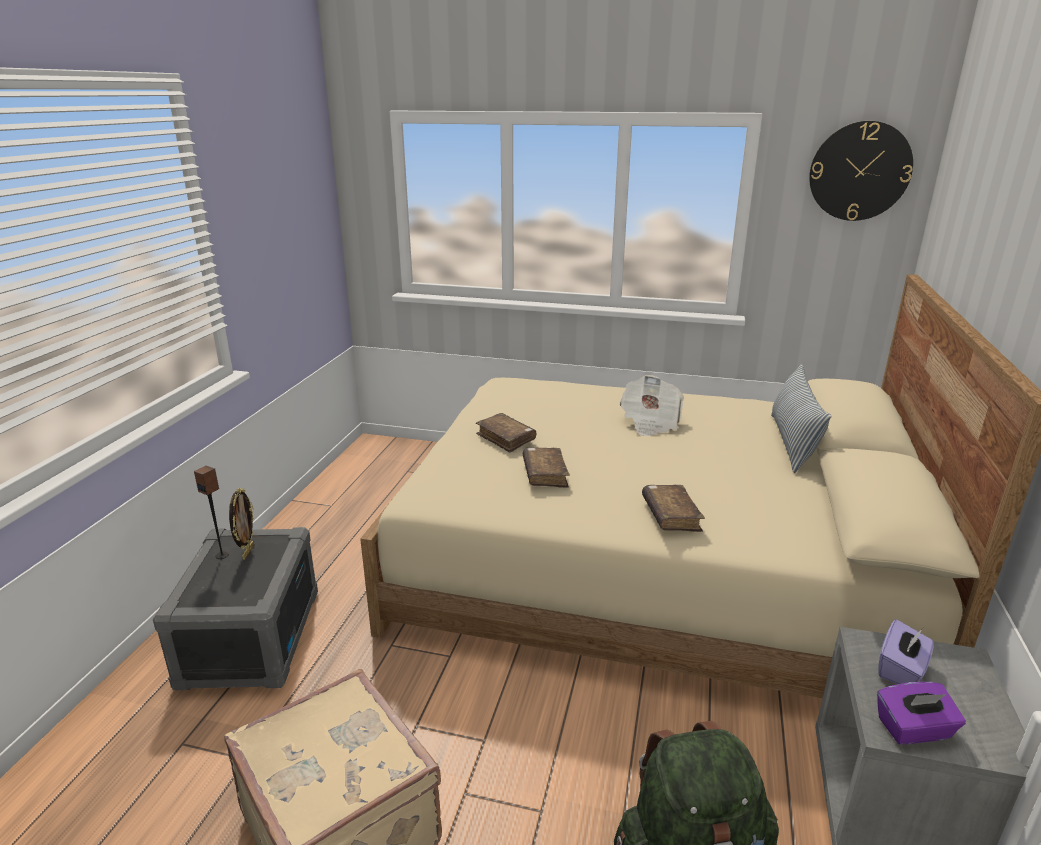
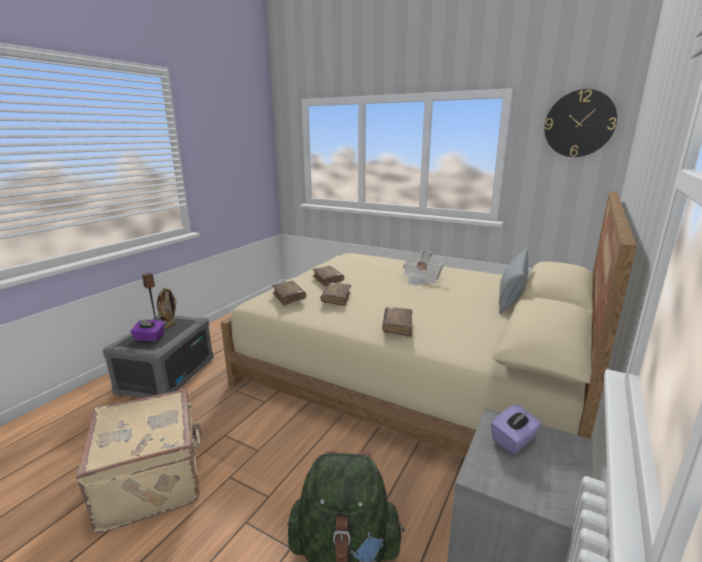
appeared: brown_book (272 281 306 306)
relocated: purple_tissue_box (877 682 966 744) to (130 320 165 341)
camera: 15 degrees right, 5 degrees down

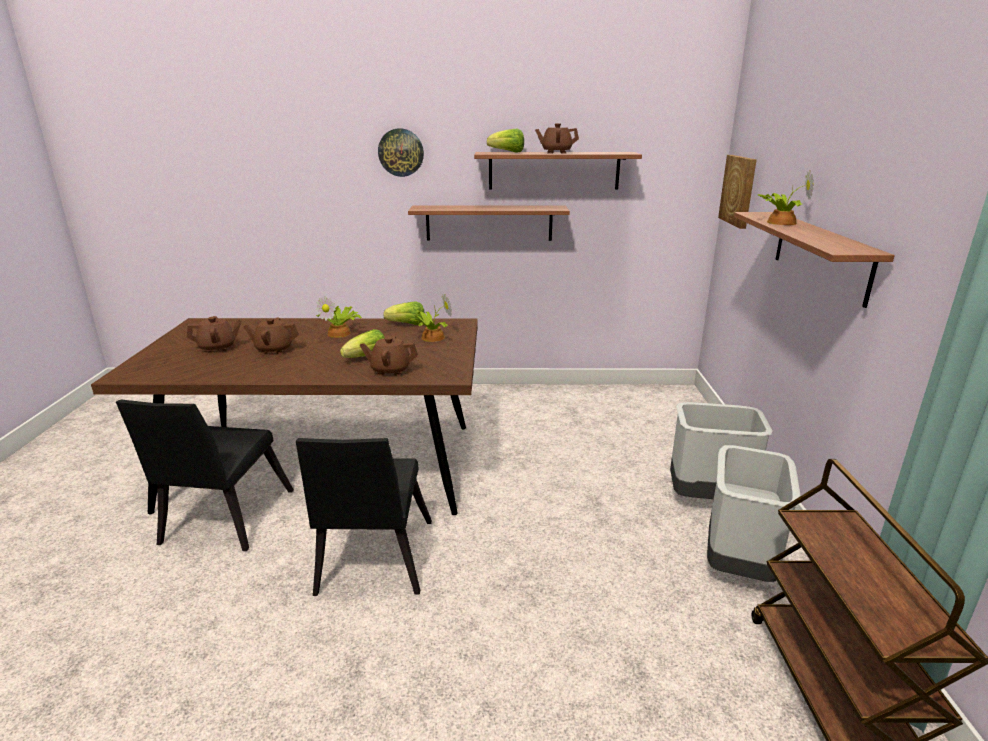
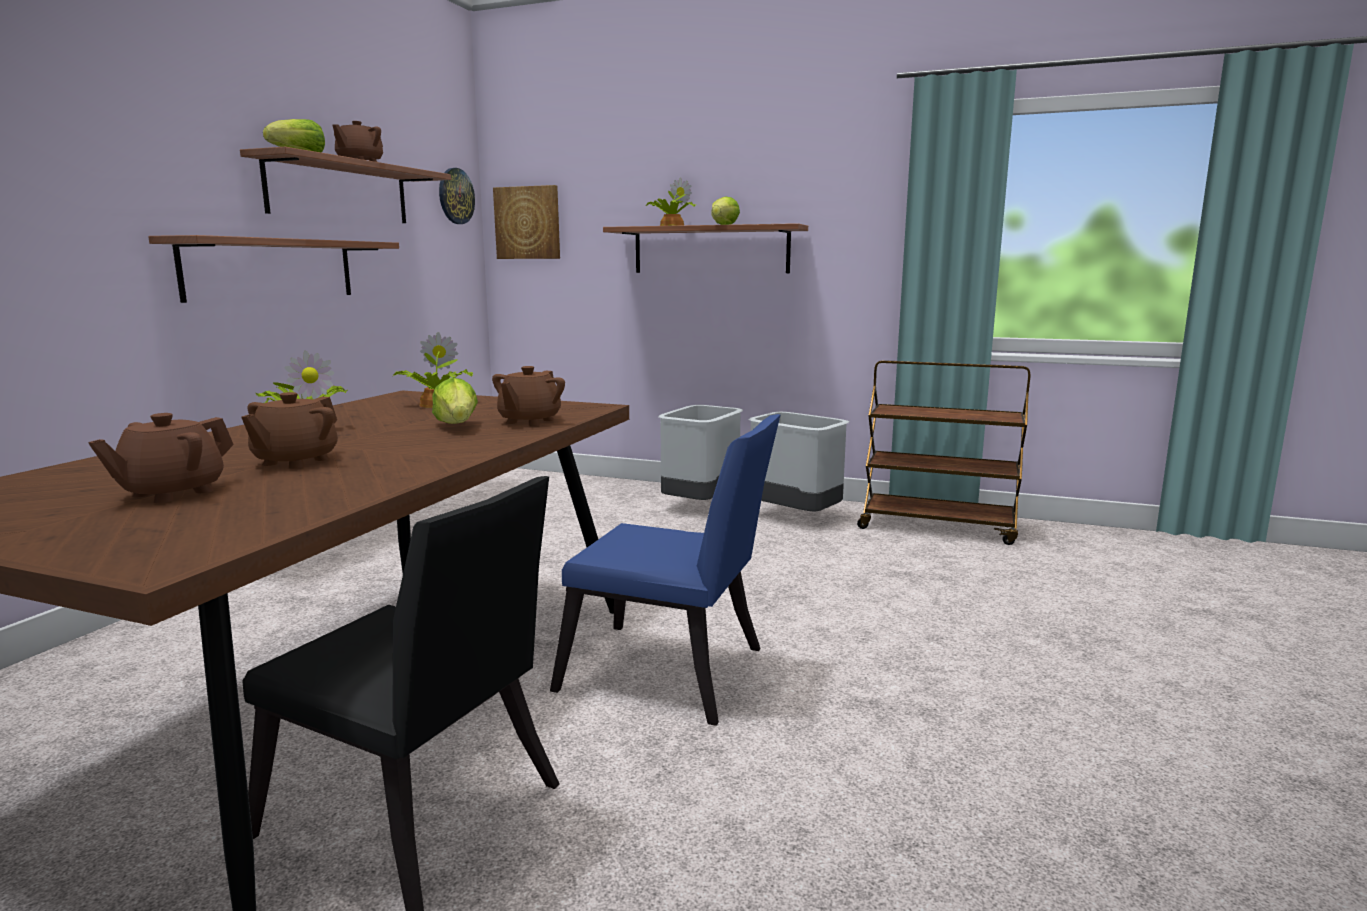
relocated: wall_clock (378 128 424 177) to (439 168 475 224); lettuce (383 301 424 325) to (711 197 740 225)
colour: black_chair (296 438 432 596) to blue_chair (550 414 781 726)
spun: brown_teapot (187 316 241 353) = (88 413 234 503) 150 degrees counterclockwise
camera: 70 degrees left, 10 degrees down

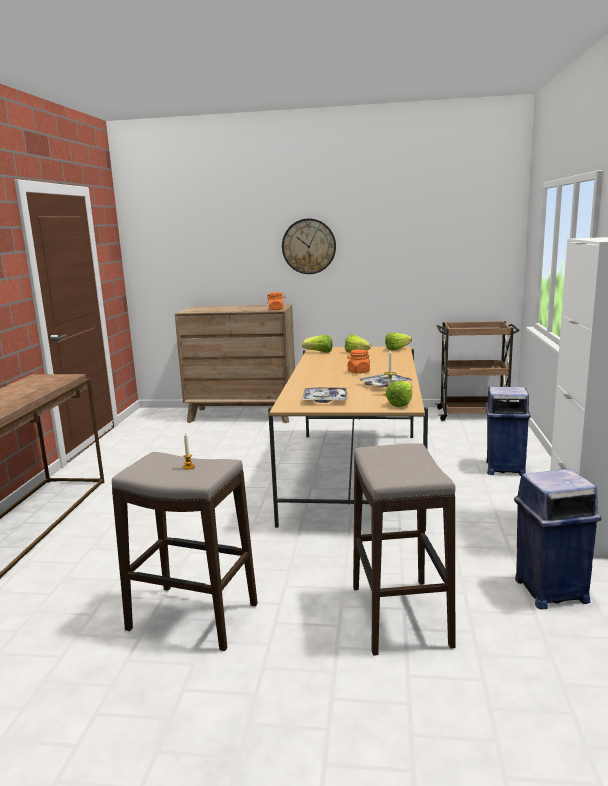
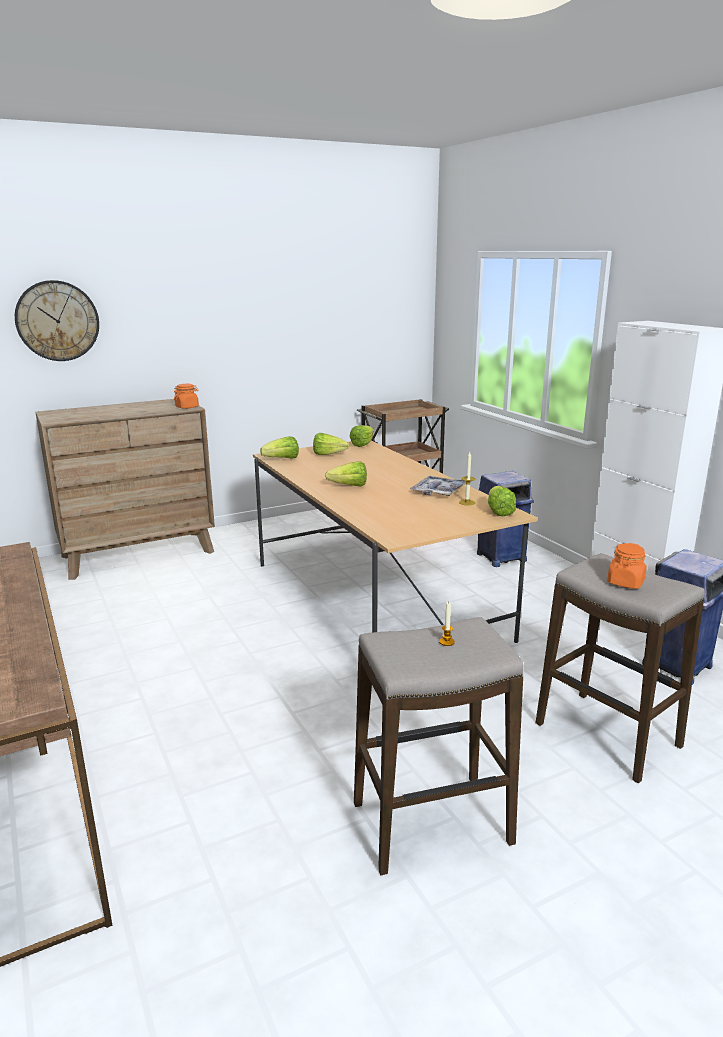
missing: tray (302 387 348 403)
appeared: lettuce (325 461 367 487)
relocated: wall_clock (282 218 336 274) to (15 280 99 361); orange_jar (347 349 370 374) to (607 543 647 589)
camera: 35 degrees left, 5 degrees up

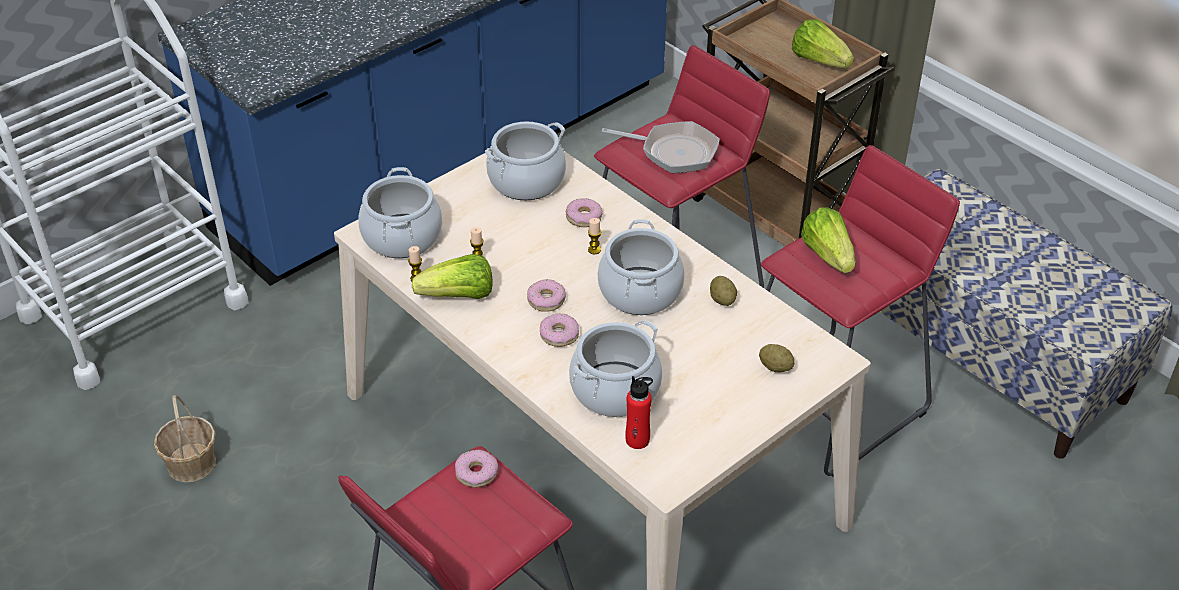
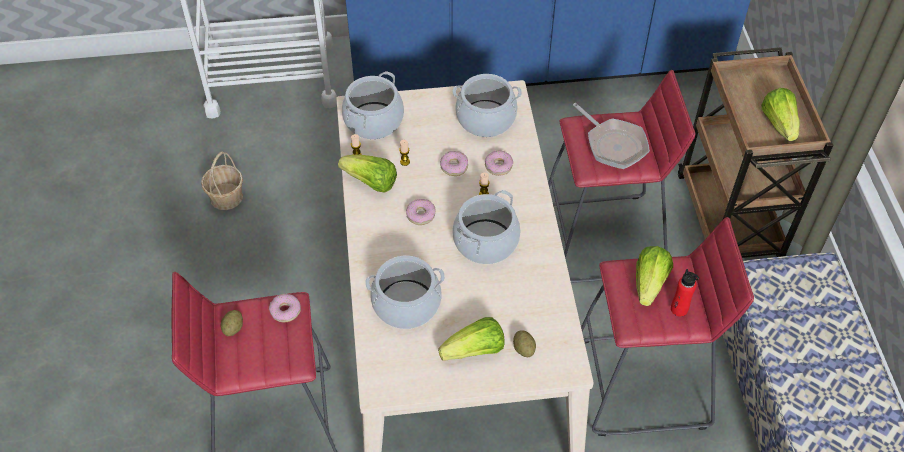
appeared: lettuce (438 317 505 361)
relocated: donut (540 313 579 347) to (440 151 468 176); red_bottle (625 376 653 449) to (671 269 699 317); potato (710 276 737 306) to (221 310 243 336)
camera: 35 degrees right, 10 degrees up

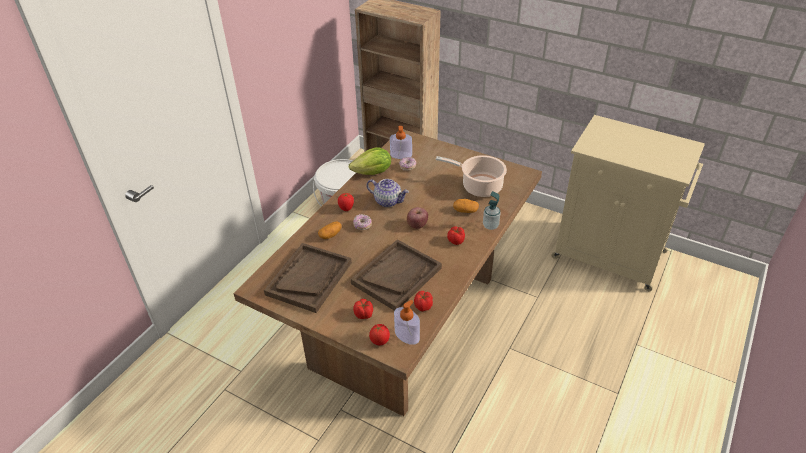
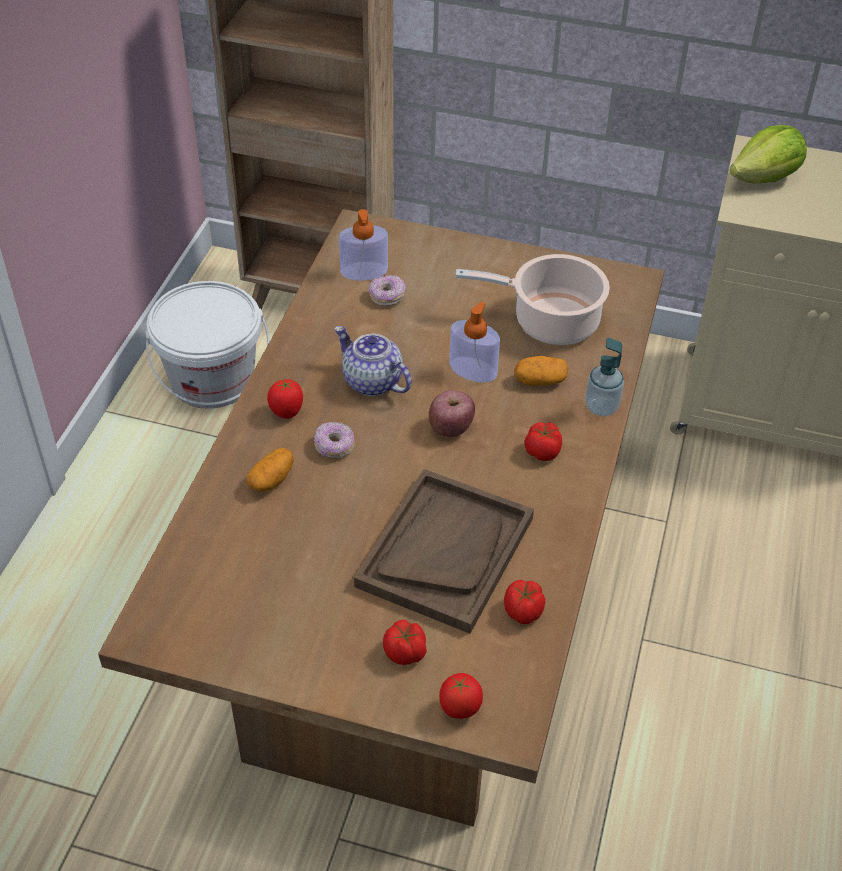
missing: brown_tray (264 243 352 313)
relocated: lettuce (349 148 391 175) to (730 125 807 184); soap_dispenser (394 300 420 345) to (449 302 500 383)
spun: teapot (366 179 409 207) = (335 326 412 396) 150 degrees counterclockwise
camera: 15 degrees left, 5 degrees up

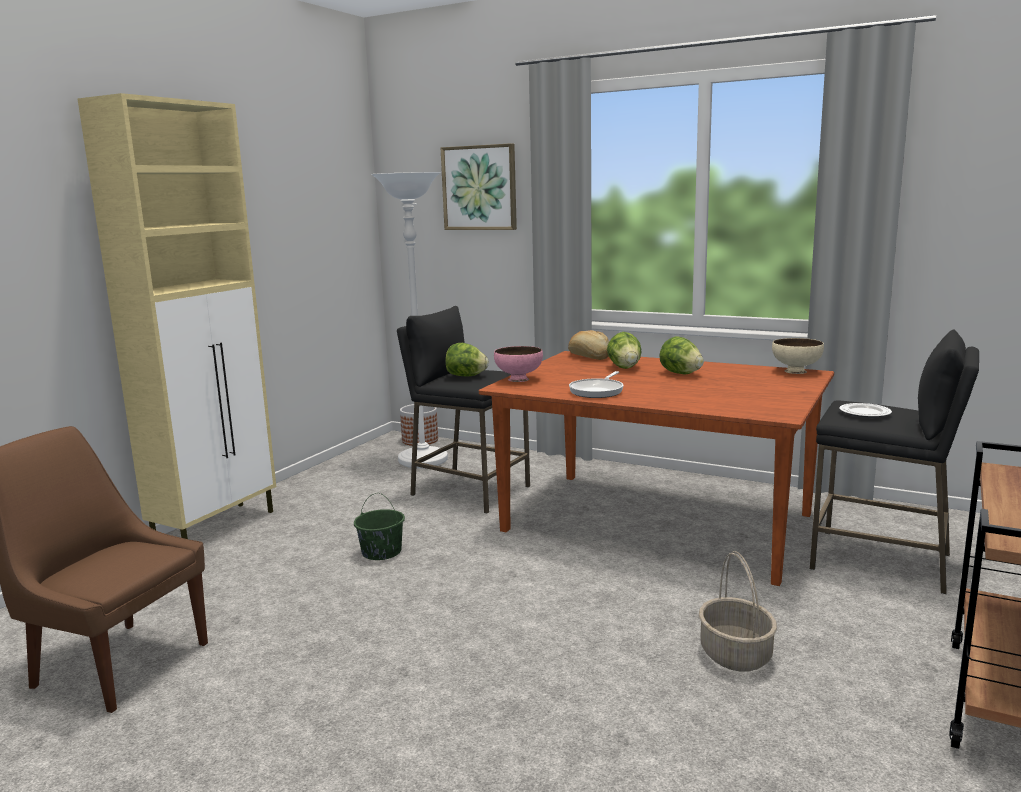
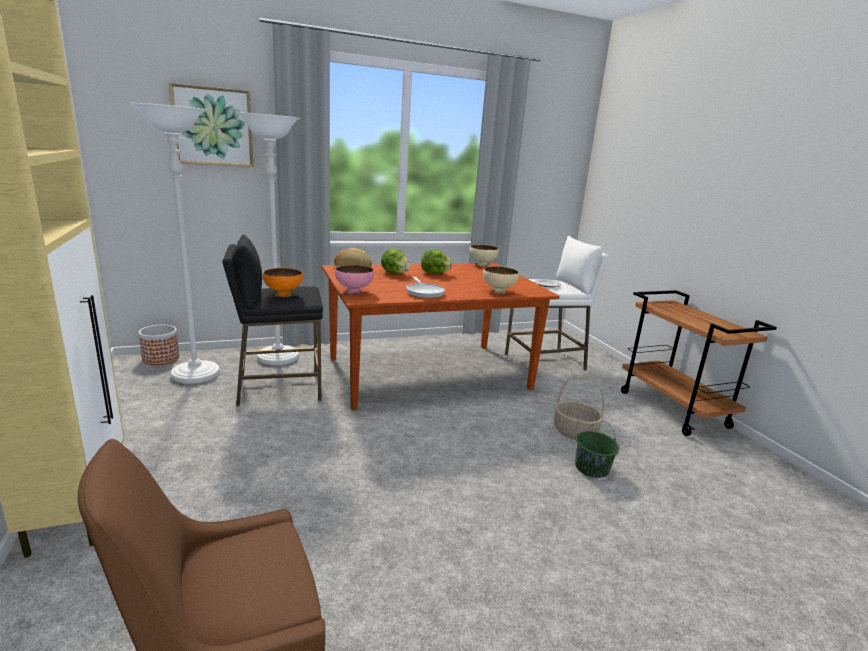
appeared: white_floor_lamp (237 113 300 365); beige_bowl (483 266 519 294)
relocated: green_bucket (354 493 405 560) to (575 421 619 478)
exchanged: lettuce (445 343 489 376) to orange_bowl (263 268 303 297)
colour: black_stool (810 330 979 594) to white_stool (505 236 609 370)
camera: 50 degrees left, 5 degrees up

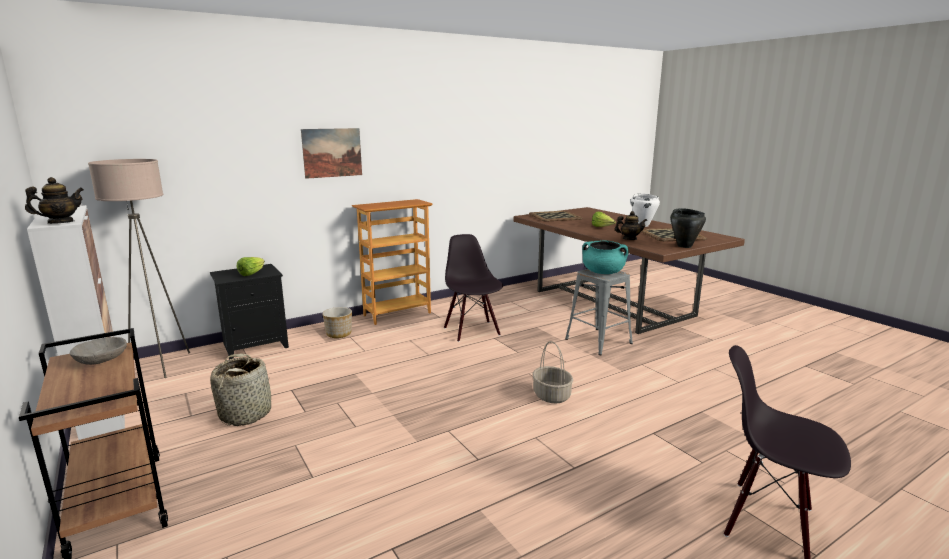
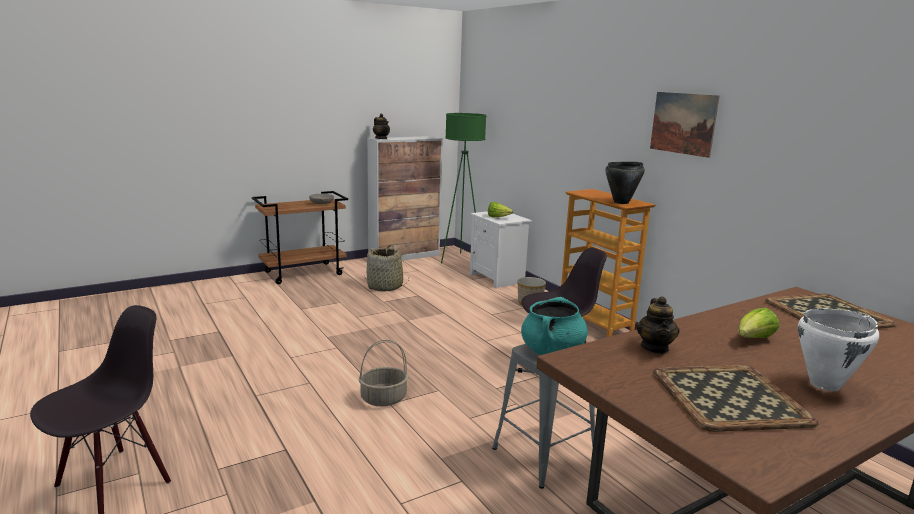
relocated: picture (301 128 362 179) to (650 92 720 158); black_cooking_pot (670 208 706 248) to (605 162 645 204)
colour: beige_floor_lamp (88 159 190 378) to green_floor_lamp (441 113 486 263); black_nightstand (210 264 289 359) to white_nightstand (470 211 532 289)
camera: 90 degrees right, 0 degrees up

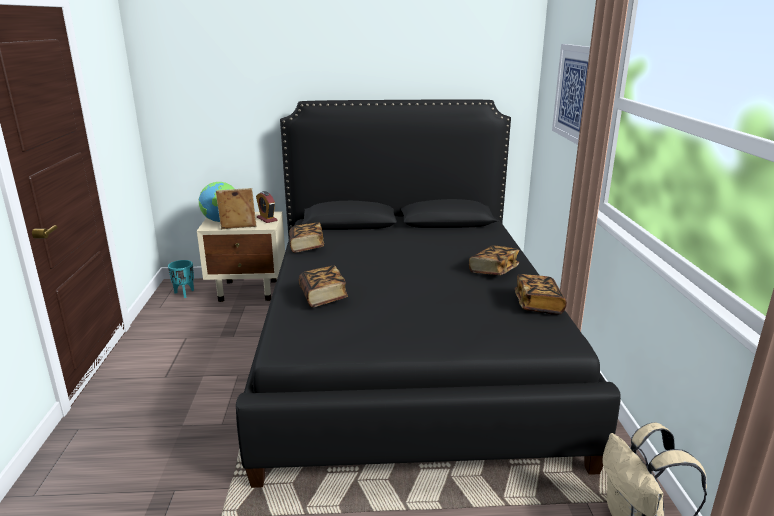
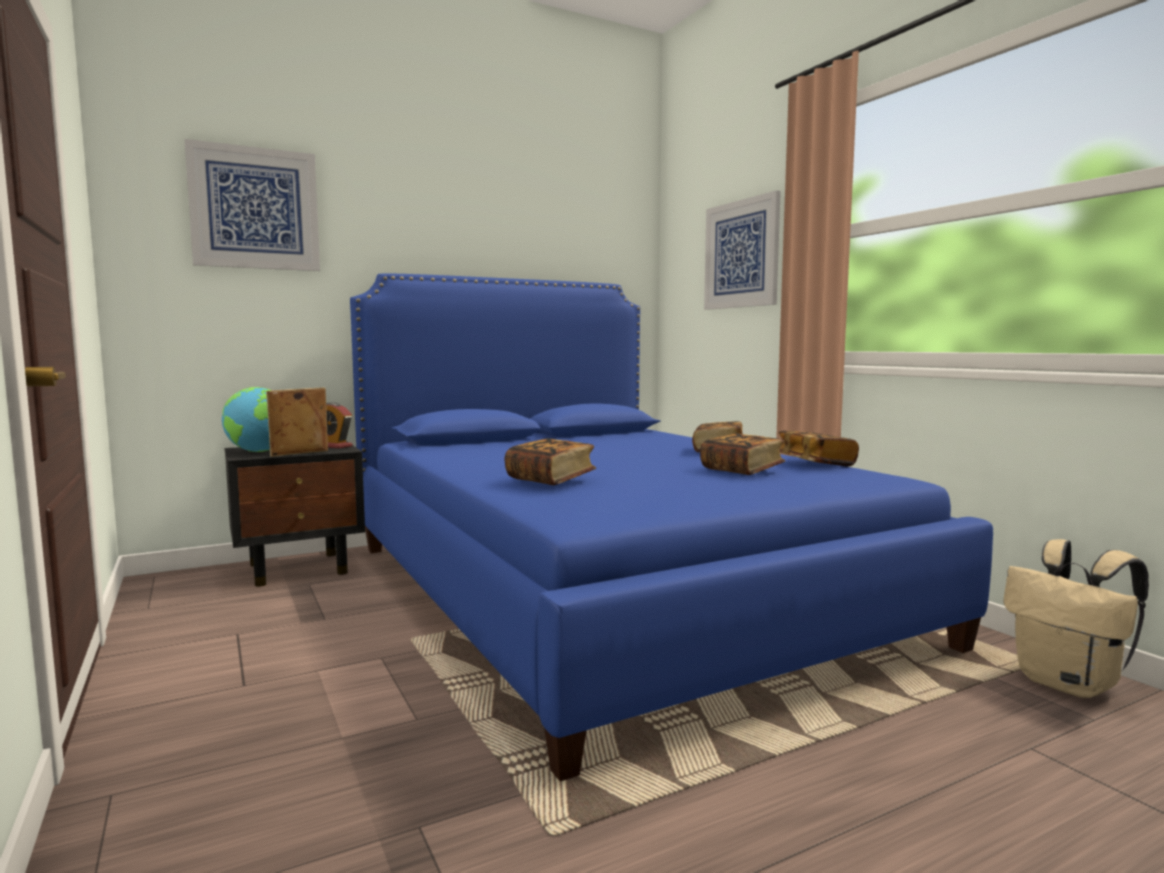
missing: turquoise_planter (168 260 194 298)
appeared: picture (184 139 320 271)
relocated: book (289 223 324 253) to (700 433 785 475)
colour: beige_nightstand (197 211 285 302) to black_nightstand (225 441 365 587); black_bed (236 99 621 488) to blue_bed (350 273 993 781)
camera: 25 degrees left, 15 degrees down

